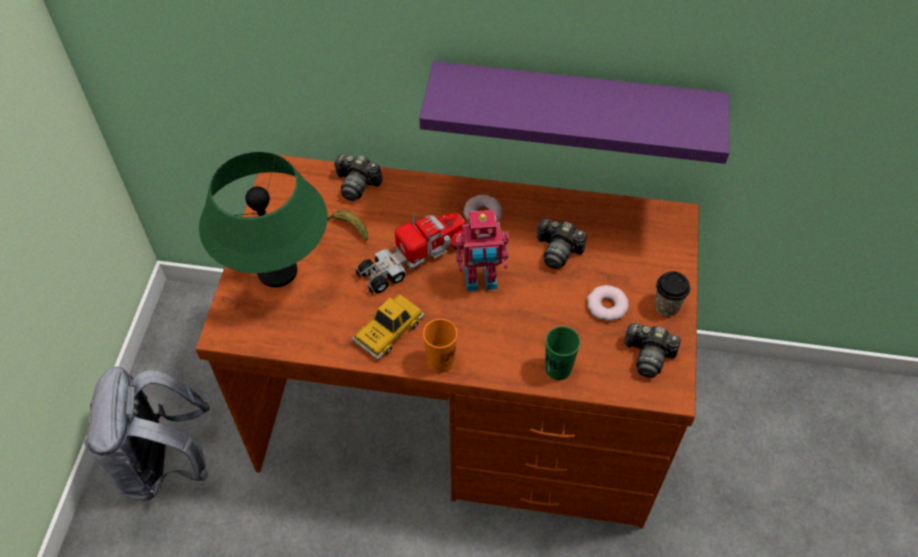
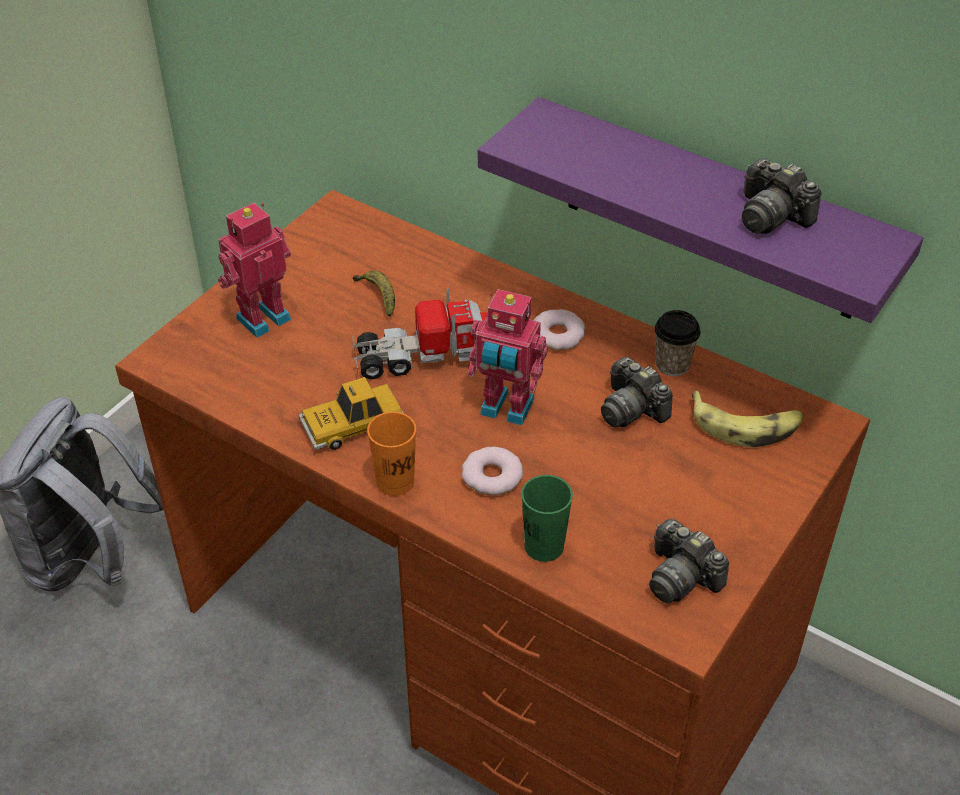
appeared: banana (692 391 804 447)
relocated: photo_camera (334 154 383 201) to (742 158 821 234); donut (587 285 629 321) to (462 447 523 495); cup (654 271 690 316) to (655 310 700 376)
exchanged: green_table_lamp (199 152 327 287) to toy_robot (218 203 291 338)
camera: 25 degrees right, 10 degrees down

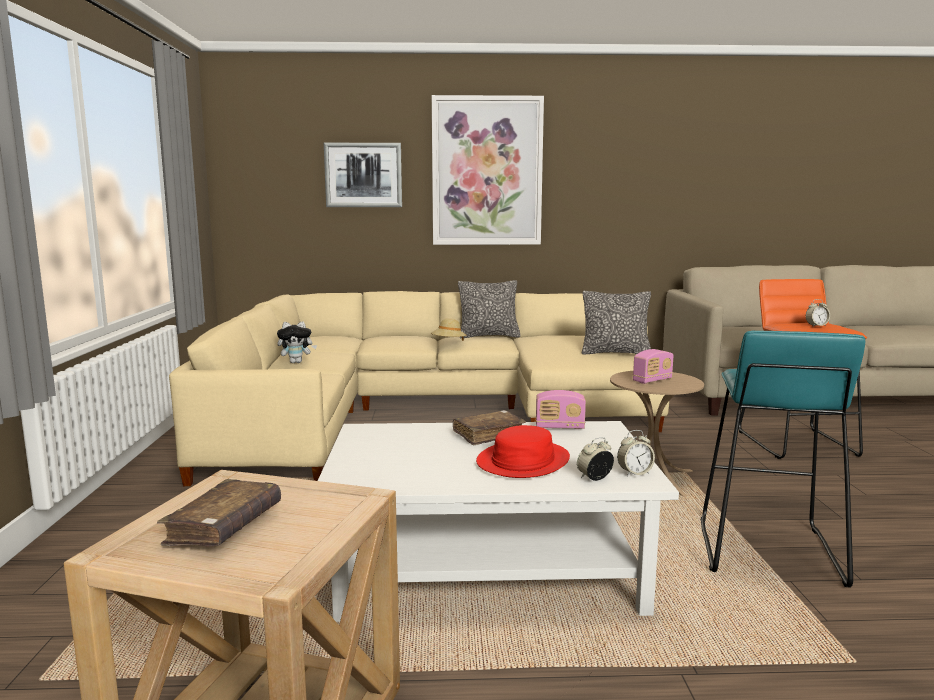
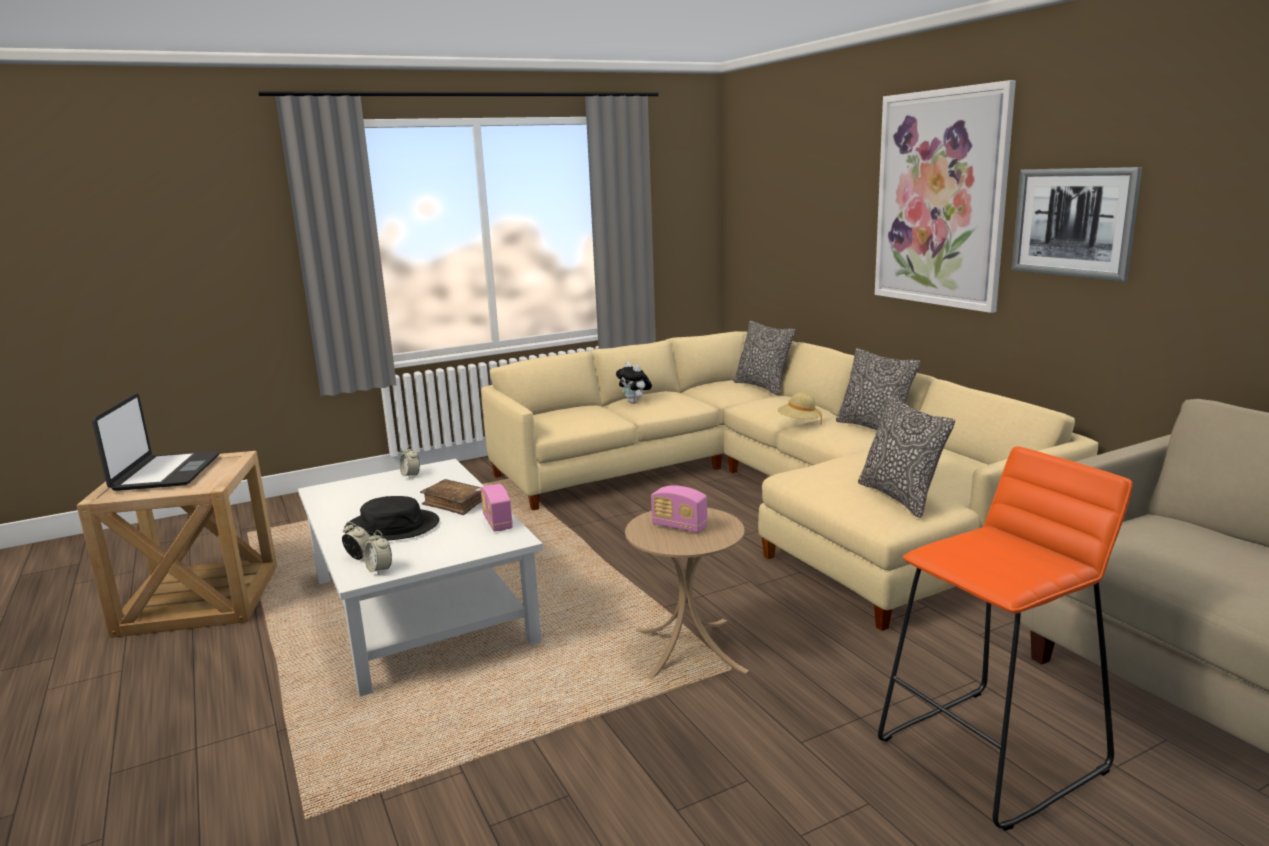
missing: turquoise_stool (700 330 865 588)
appeared: pillow (734 321 796 395)
relocated: picture (324 143 402 207) to (1011 167 1142 282); alarm_clock (806 299 830 326) to (399 445 420 479)
exchanged: brown_book (157 479 281 546) to laptop (92 393 220 491)
colour: red_hat (476 425 570 478) to black_hat (344 496 439 541)
camera: 65 degrees right, 5 degrees up

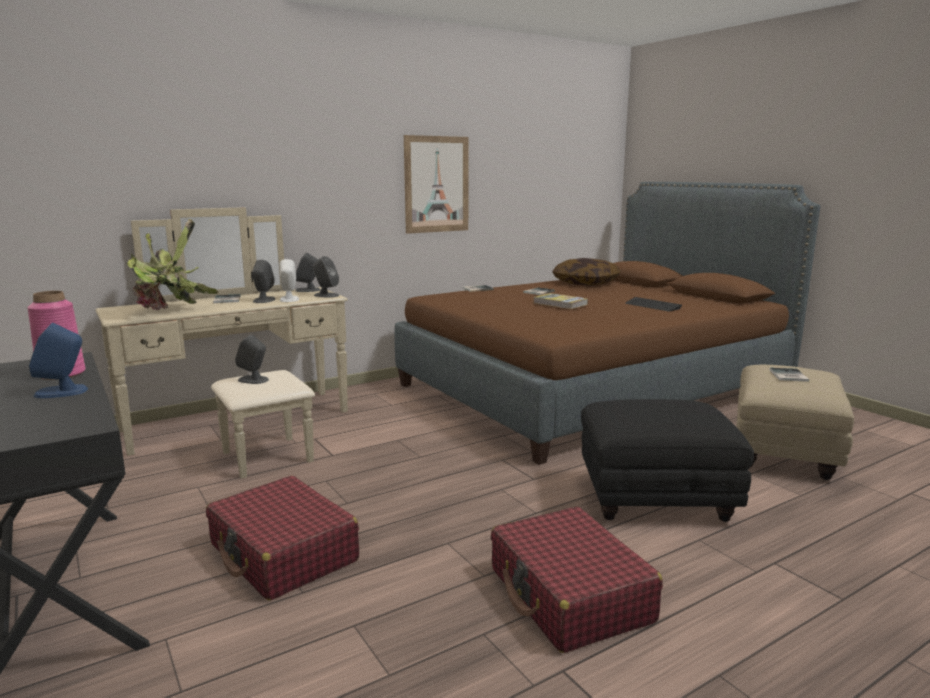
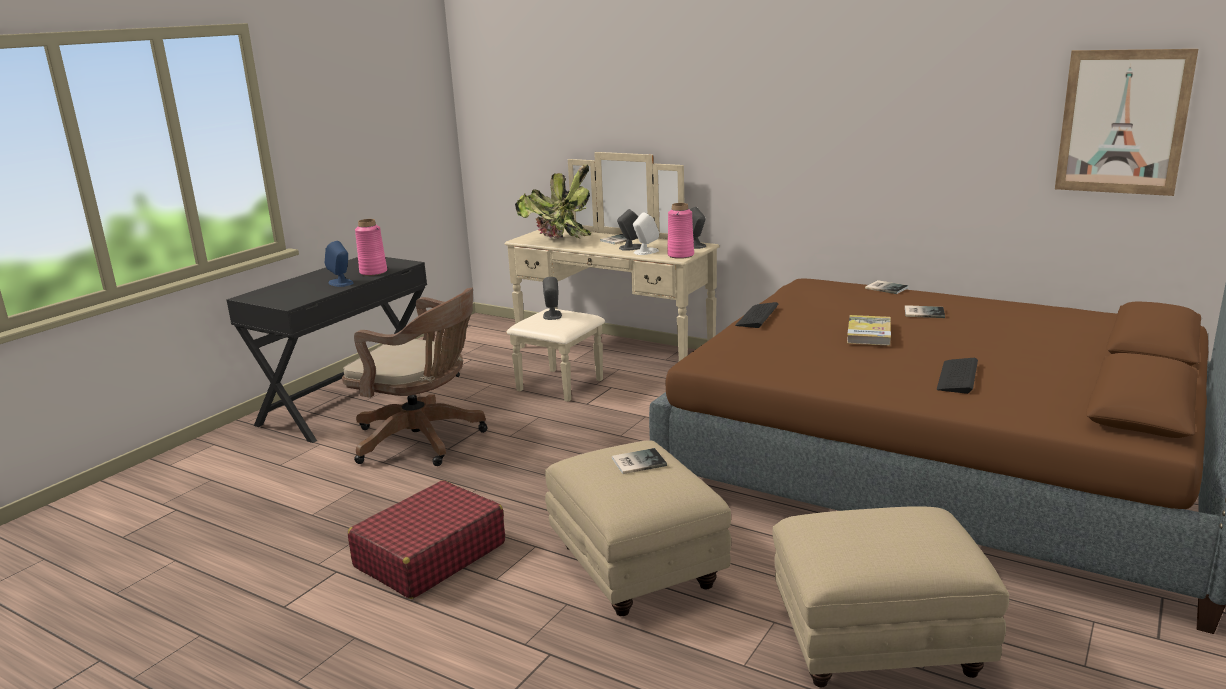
missing: pillow (552 258 621 286)
appeared: keyboard (735 302 778 328)
relocated: picture (404 135 468 234) to (1055 49 1198 196); book (769 368 809 382) to (612 448 667 474)
exchanged: red_suitcase (206 476 359 601) to brown_office_chair (342 288 488 466); grey_speaker (312 256 339 298) to pink_vase (667 203 694 259)
colour: black_ottoman (581 399 754 522) to beige_ottoman (545 440 731 616)
camera: 65 degrees right, 5 degrees up

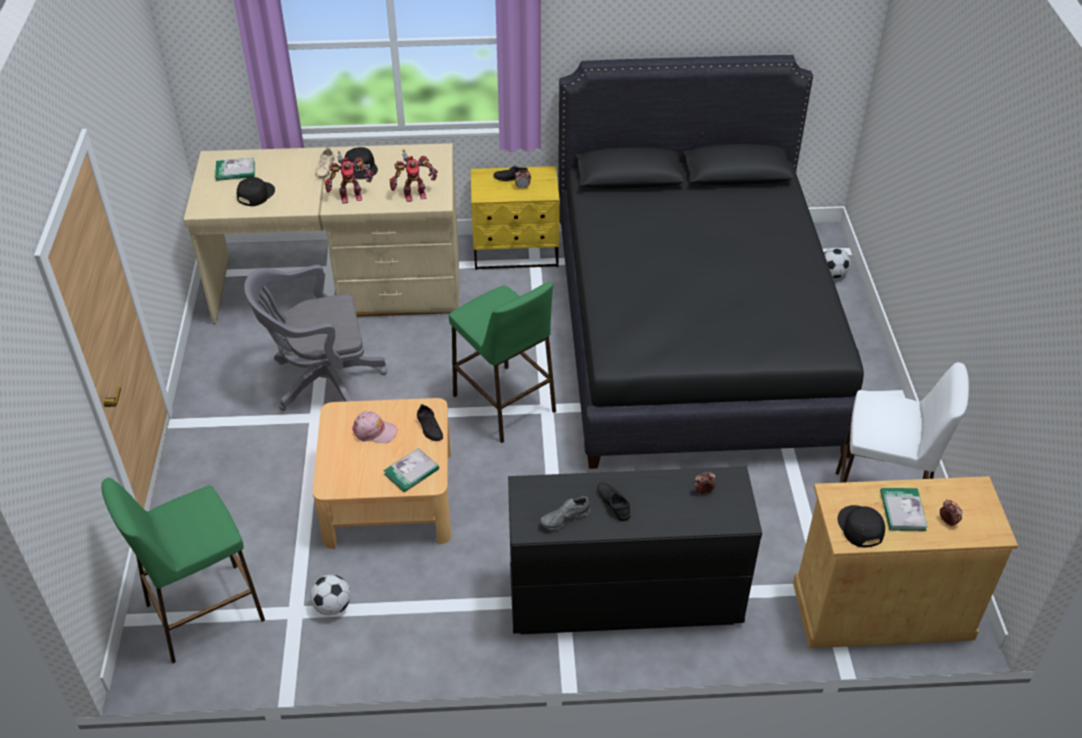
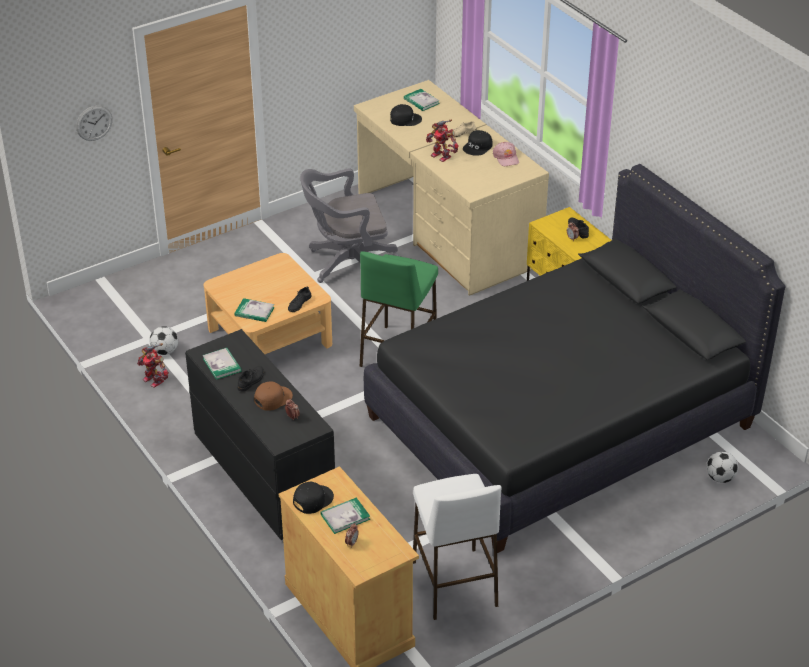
missing: green_stool (101 478 265 663)
appeared: wall_clock (76 105 112 141); brown_cap (254 381 293 411)
relocated: pink_cap (352 411 397 443) to (493 142 519 166); toy_robot (389 149 438 202) to (137 343 169 388)
exchanged: grey_shoe (540 496 591 530) to book (202 348 242 380)
spun: grey_office_chair (244 265 387 411) = (300 169 399 283) 60 degrees counterclockwise
camera: 60 degrees right, 5 degrees down

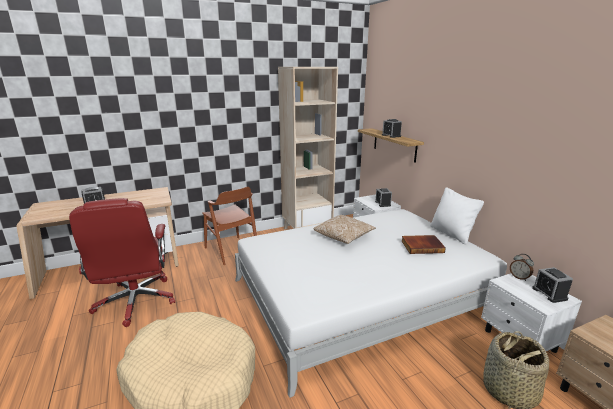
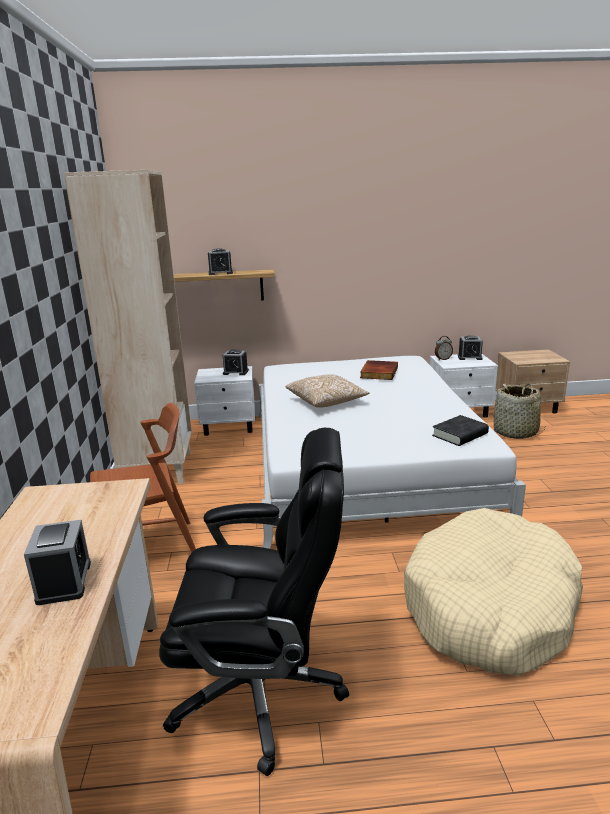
missing: white_pillow (430 187 484 244)
appeared: black_book (432 415 489 446)
colour: red_office_chair (69 198 175 327) to black_office_chair (159 428 349 776)
camera: 70 degrees left, 0 degrees up

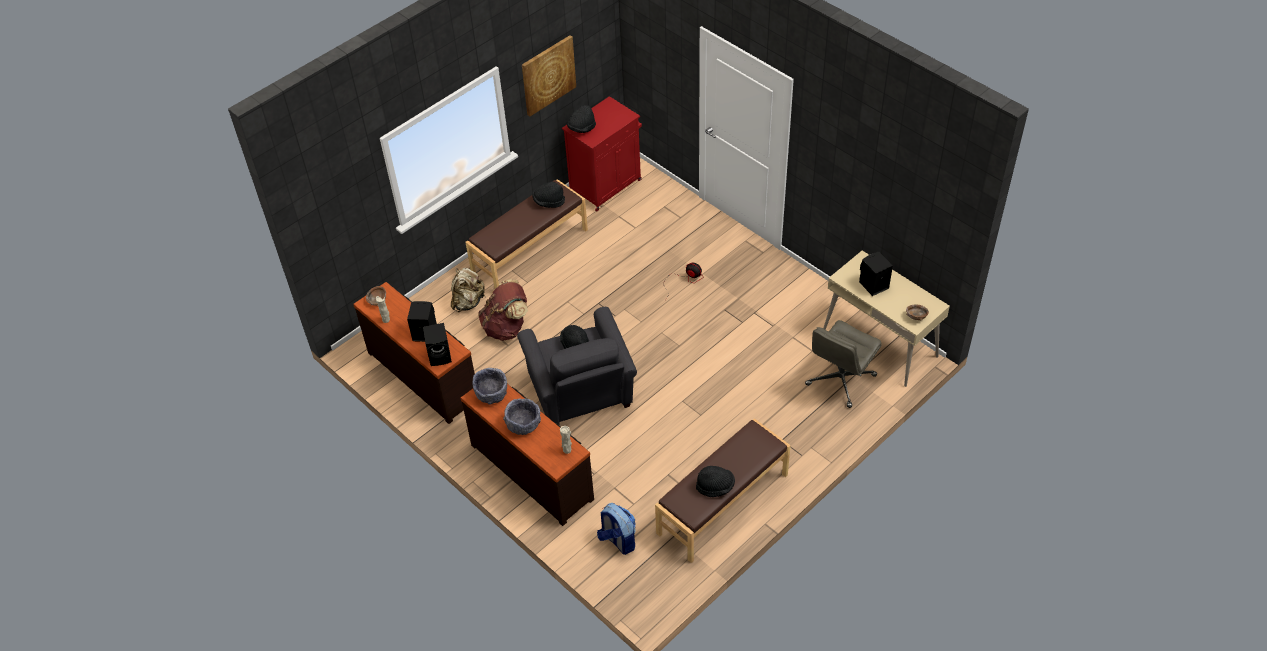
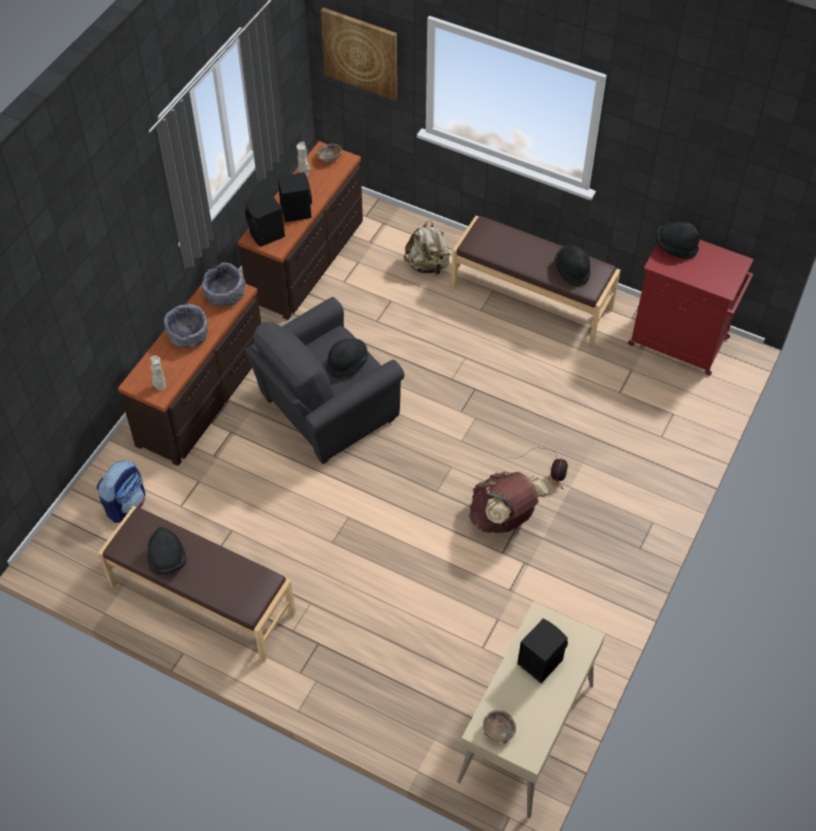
missing: grey_office_chair (805 320 882 408)
relocated: brown_backpack (478 280 528 341) to (469 471 549 533); picture (522 35 576 117) to (321 7 397 101)
camera: 70 degrees right, 5 degrees up

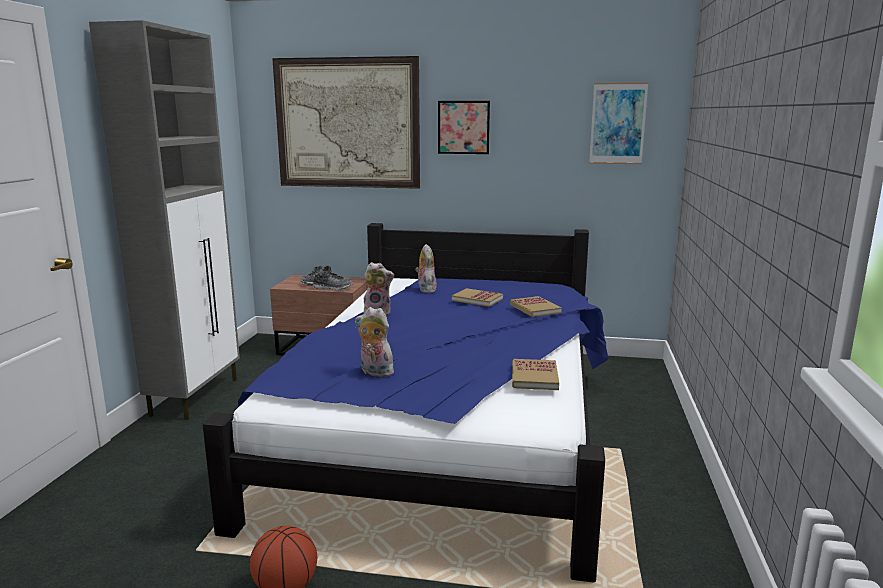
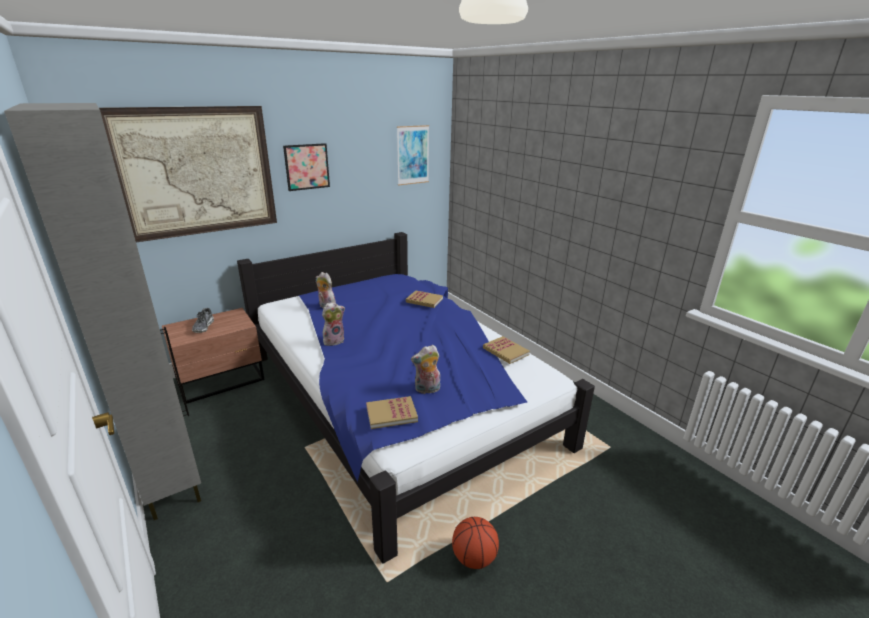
missing: shoe (313 271 353 290)
relocated: book (452 288 503 307) to (366 396 418 429)
camera: 45 degrees left, 10 degrees up

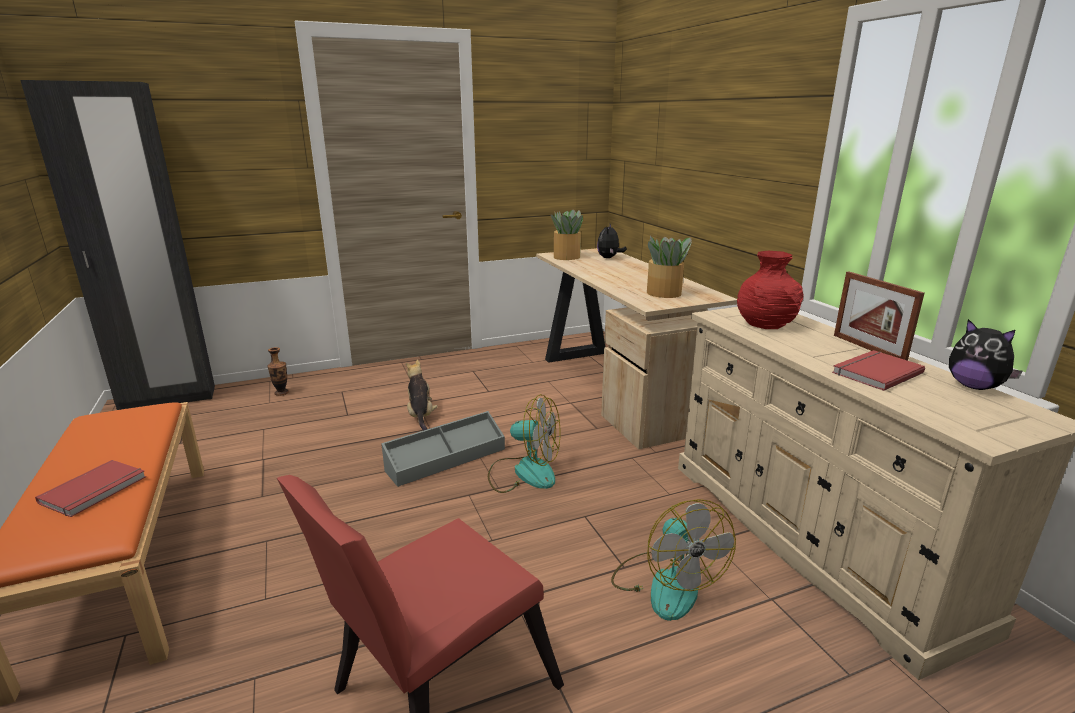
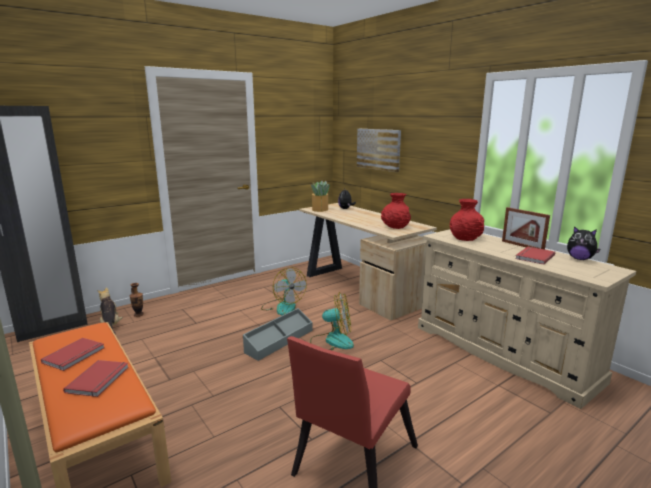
appeared: red_book (41 338 104 371); picture (357 129 401 172)
relocated: plush_toy (406 360 438 431) to (97 287 123 334); fan (611 499 736 621) to (261 267 307 315)
exchanged: potted_plant (647 235 692 298) to red_vase (381 193 411 229)
camera: 15 degrees left, 5 degrees down

